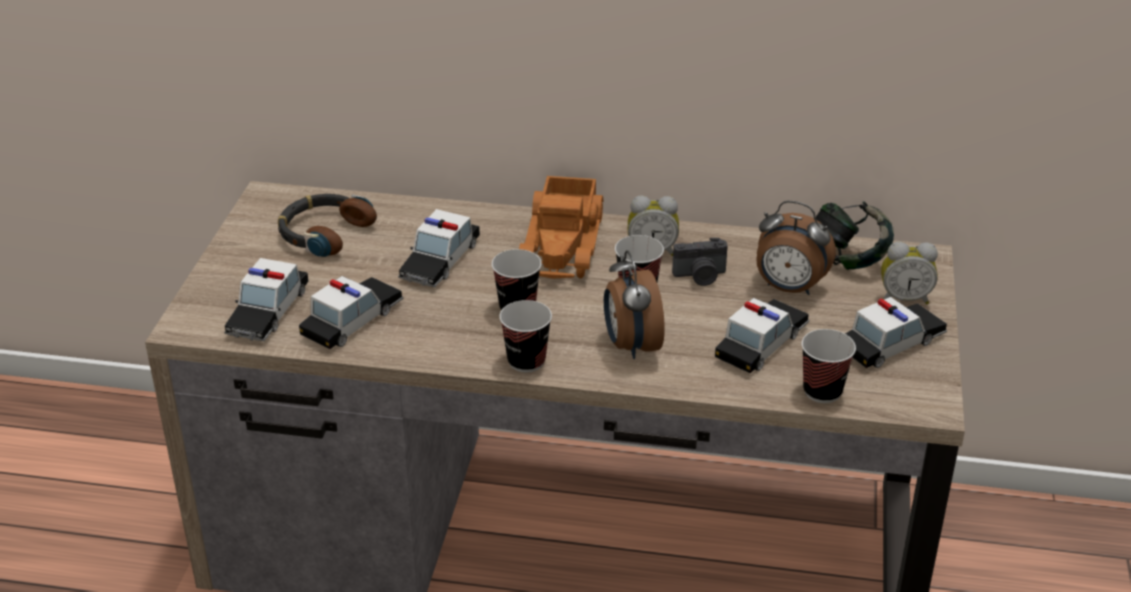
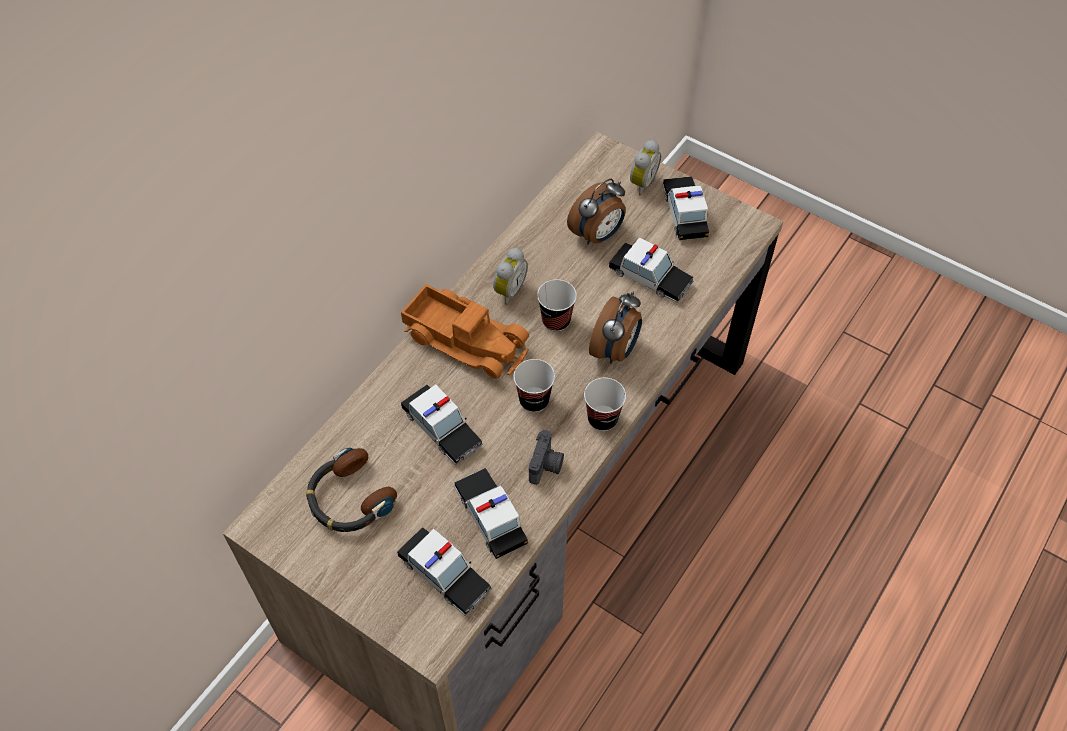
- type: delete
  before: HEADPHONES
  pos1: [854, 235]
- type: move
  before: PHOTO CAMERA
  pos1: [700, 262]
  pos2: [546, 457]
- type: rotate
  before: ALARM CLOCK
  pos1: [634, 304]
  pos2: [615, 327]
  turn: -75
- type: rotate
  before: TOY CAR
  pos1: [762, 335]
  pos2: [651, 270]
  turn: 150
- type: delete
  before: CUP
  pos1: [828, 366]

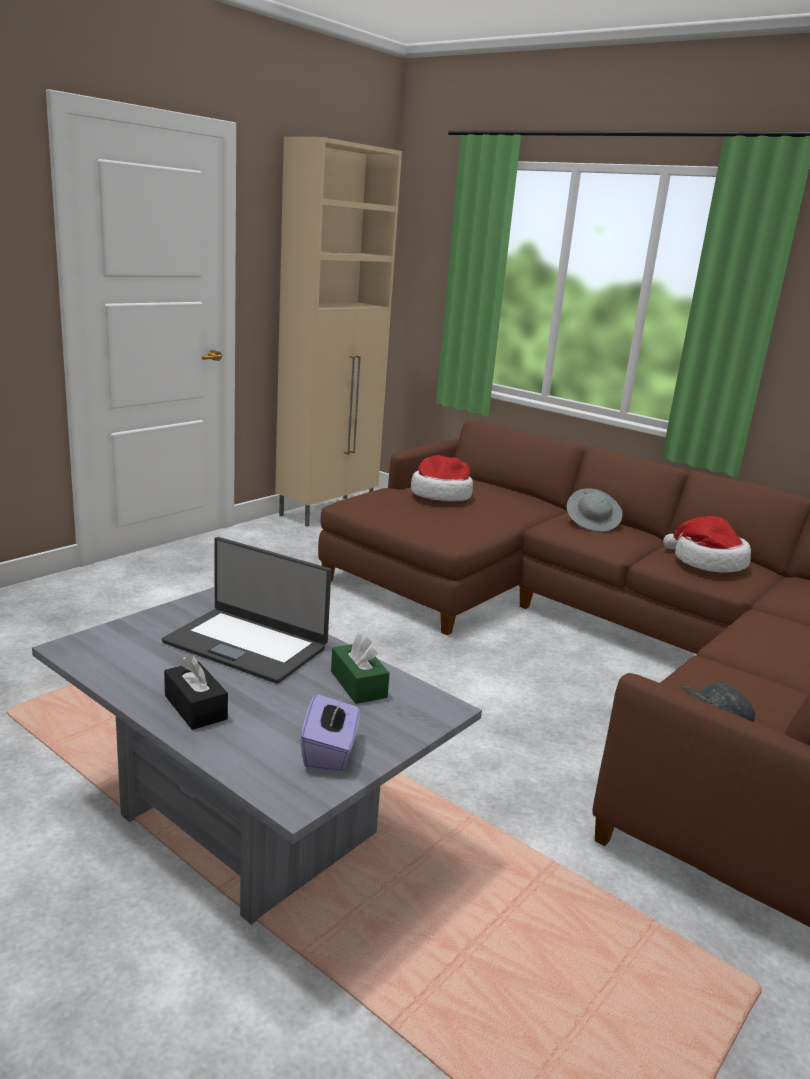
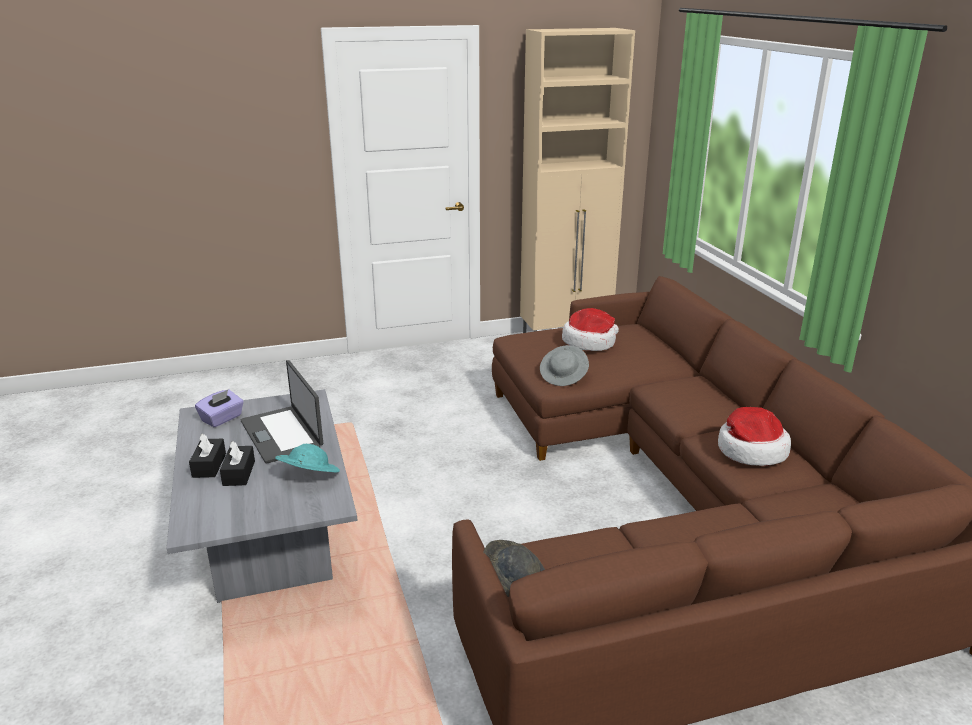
- type: move
  before: GREY HAT
  pos1: [595, 510]
  pos2: [564, 365]
- type: replace
  before: GREEN TISSUE BOX
  after: TURQUOISE HAT
  pos1: [360, 668]
  pos2: [307, 458]
- type: move
  before: PURPLE TISSUE BOX
  pos1: [330, 733]
  pos2: [219, 408]
- type: insert
  after: BLACK TISSUE BOX
  pos2: [237, 463]

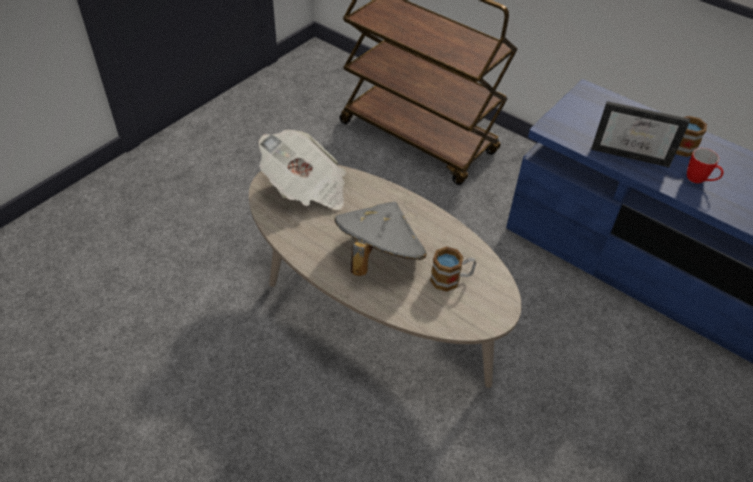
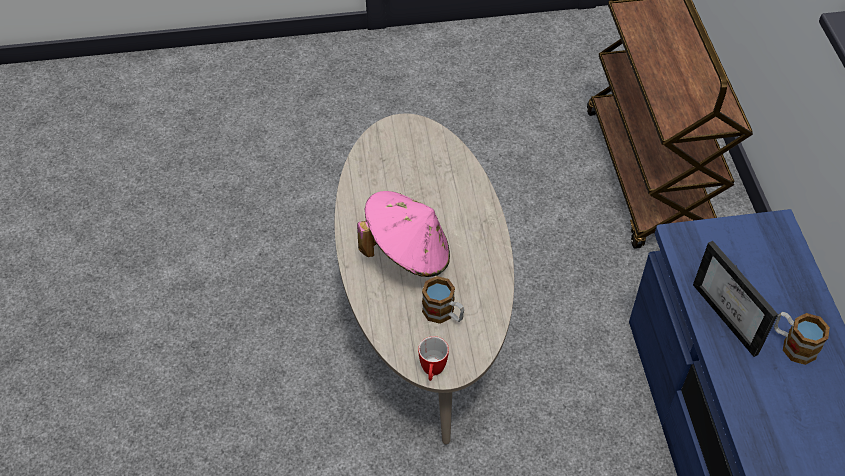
- type: delete
  before: NEWSPAPER
  pos1: [302, 170]
- type: move
  before: MUG
  pos1: [705, 165]
  pos2: [433, 358]
- type: recolor
  before: GREY HAT
  after: PINK HAT
  pos1: [380, 238]
  pos2: [403, 234]

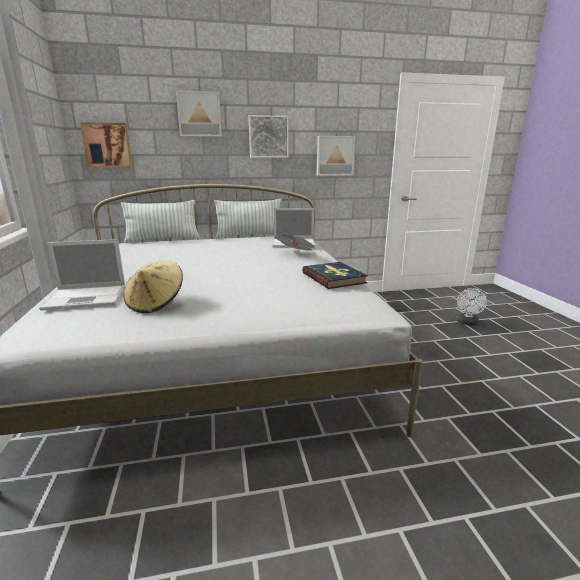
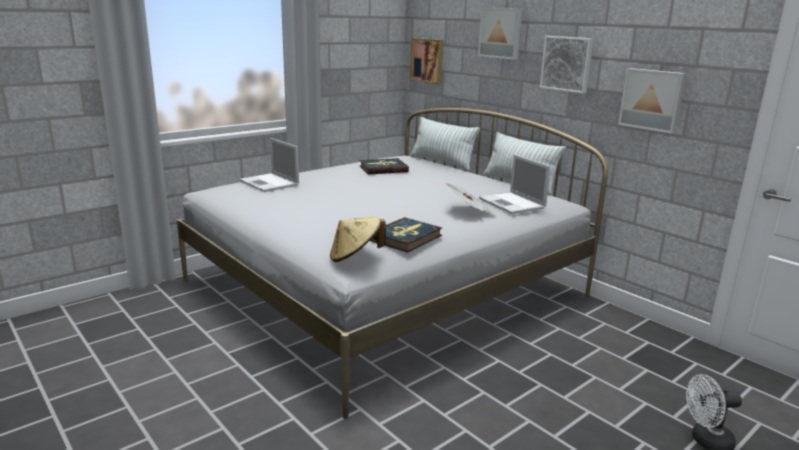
- type: move
  before: BEIGE HAT
  pos1: [153, 286]
  pos2: [358, 239]
- type: insert
  after: BOOK
  pos2: [384, 166]

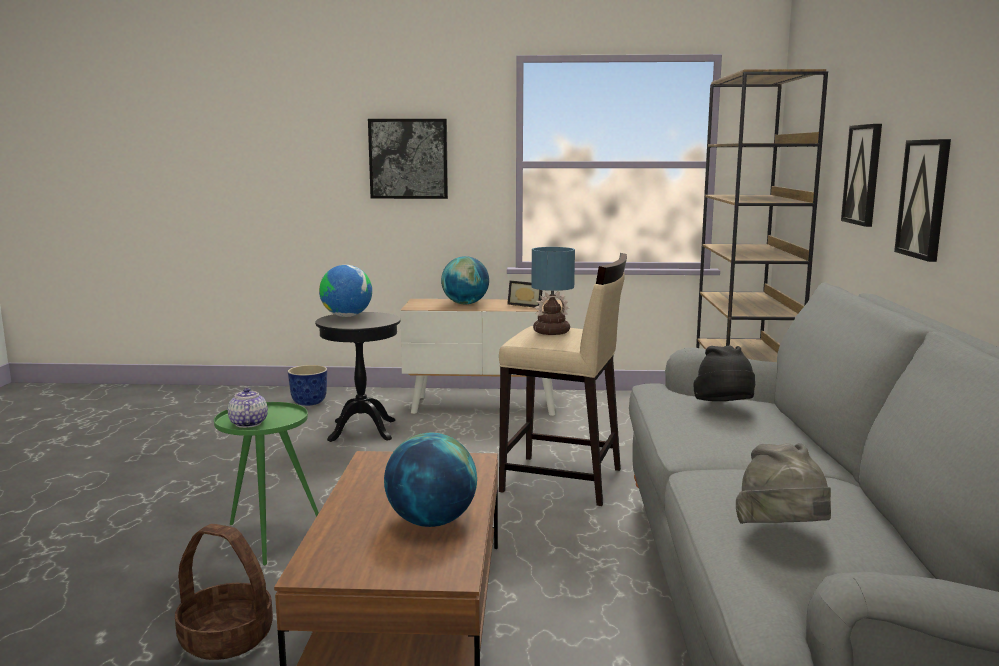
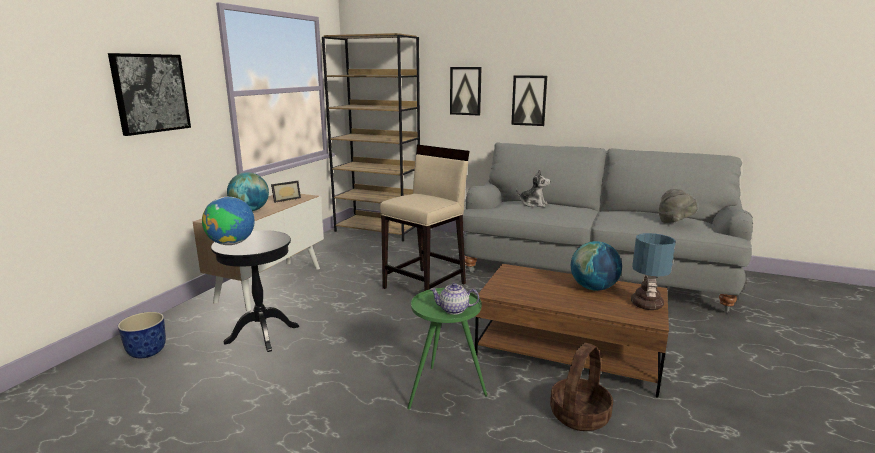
- type: move
  before: TABLE LAMP
  pos1: [553, 291]
  pos2: [653, 271]
- type: replace
  before: BLACK HAT
  after: PLUSH TOY
  pos1: [724, 373]
  pos2: [533, 188]

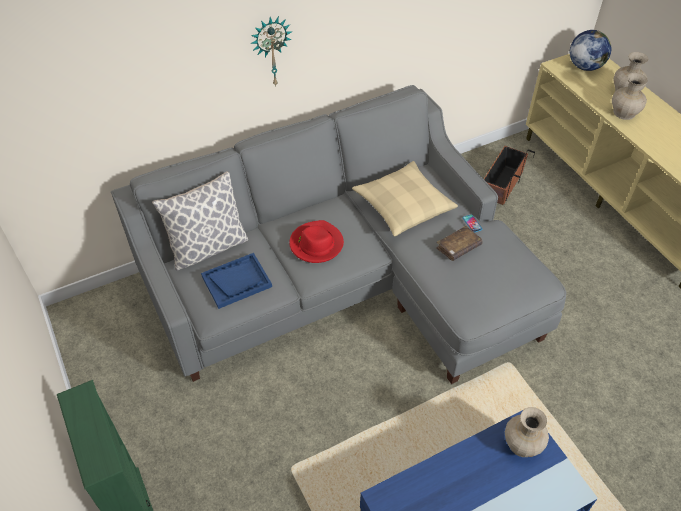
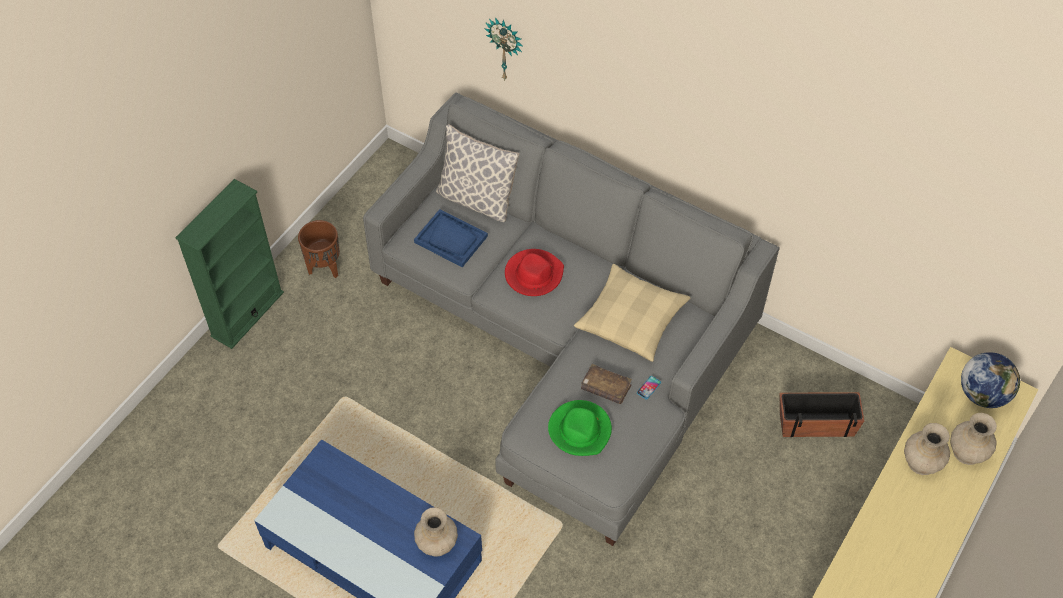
- type: move
  before: WALL CLOCK
  pos1: [271, 51]
  pos2: [503, 49]
- type: insert
  after: BROWN PLANTER
  pos2: [319, 249]
- type: insert
  after: GREEN HAT
  pos2: [580, 428]

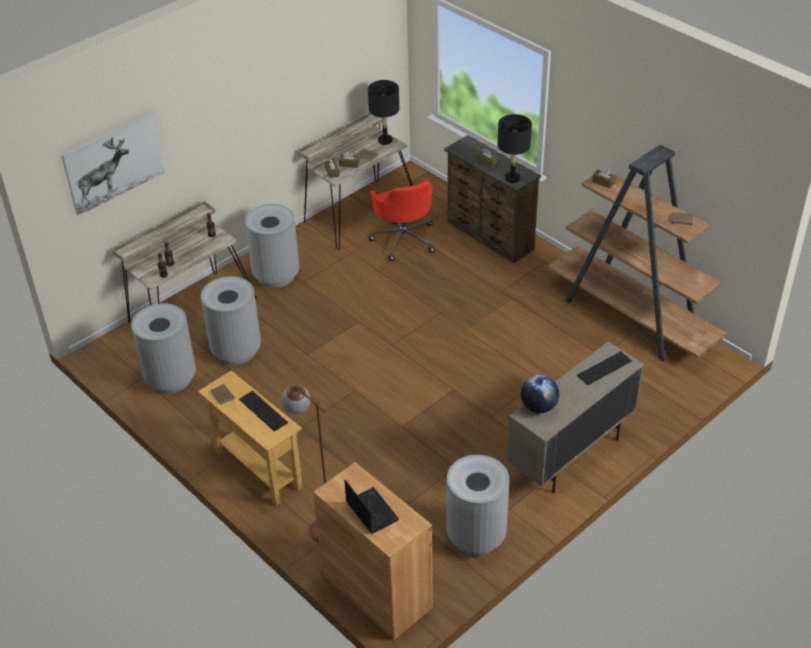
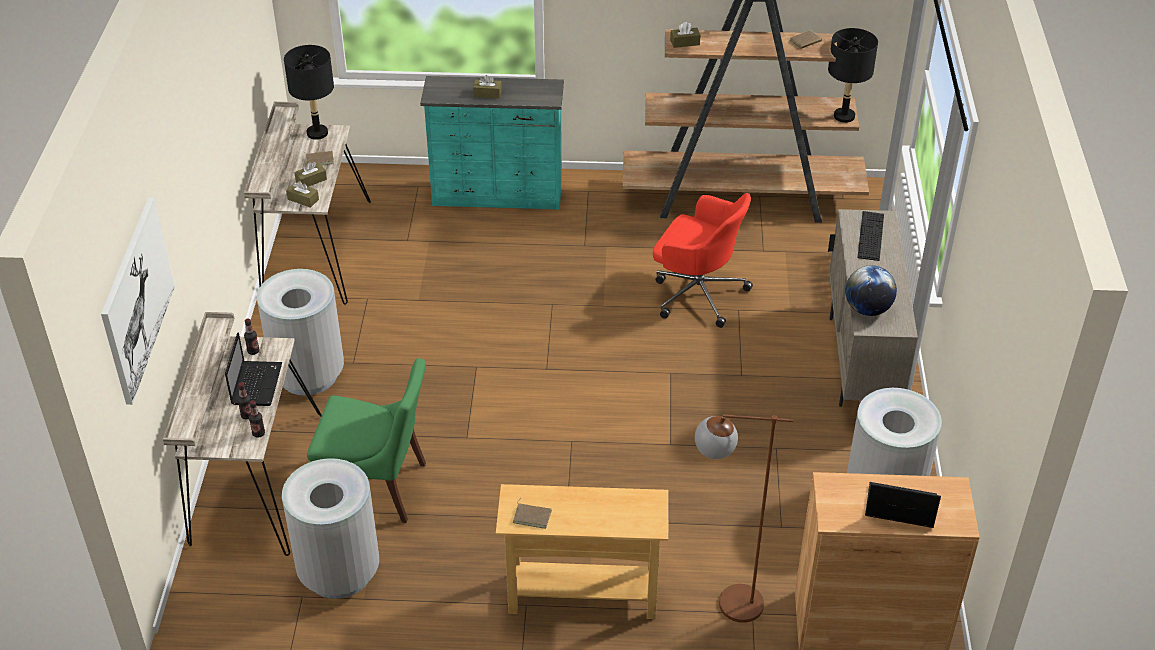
- type: move
  before: BLACK TABLE LAMP
  pos1: [515, 148]
  pos2: [853, 75]
- type: recolor
  before: BROWN DRESSER
  after: TURQUOISE DRESSER
  pos1: [492, 199]
  pos2: [492, 143]
- type: move
  before: RED OFFICE CHAIR
  pos1: [402, 220]
  pos2: [703, 260]
- type: replace
  before: GREY TRASH CAN
  after: GREEN CHAIR
  pos1: [231, 320]
  pos2: [366, 440]
- type: delete
  before: KEYBOARD
  pos1: [263, 411]
- type: insert
  after: LAPTOP
  pos2: [253, 369]

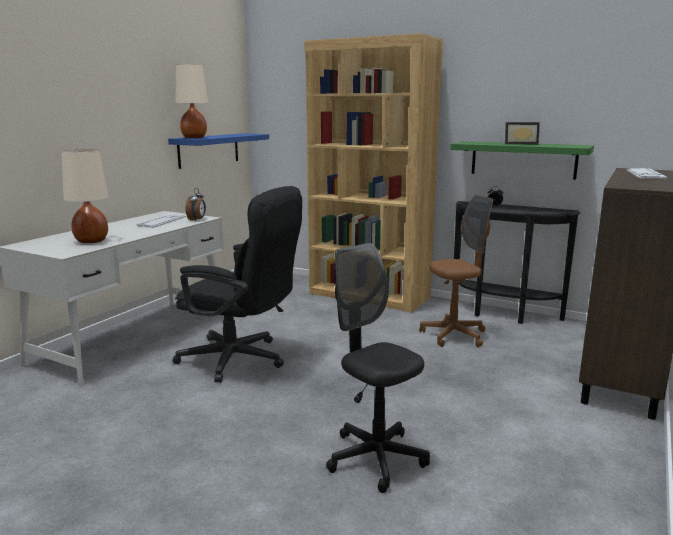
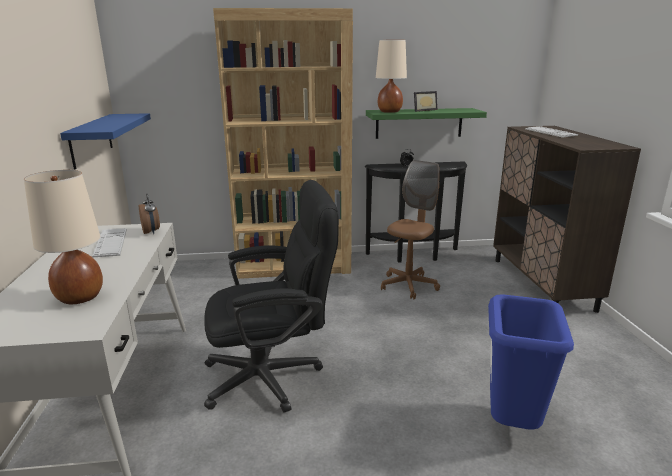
- type: move
  before: BEIGE TABLE LAMP
  pos1: [192, 101]
  pos2: [391, 76]
- type: replace
  before: BLACK OFFICE CHAIR
  after: BLUE TRASH CAN
  pos1: [378, 368]
  pos2: [531, 362]

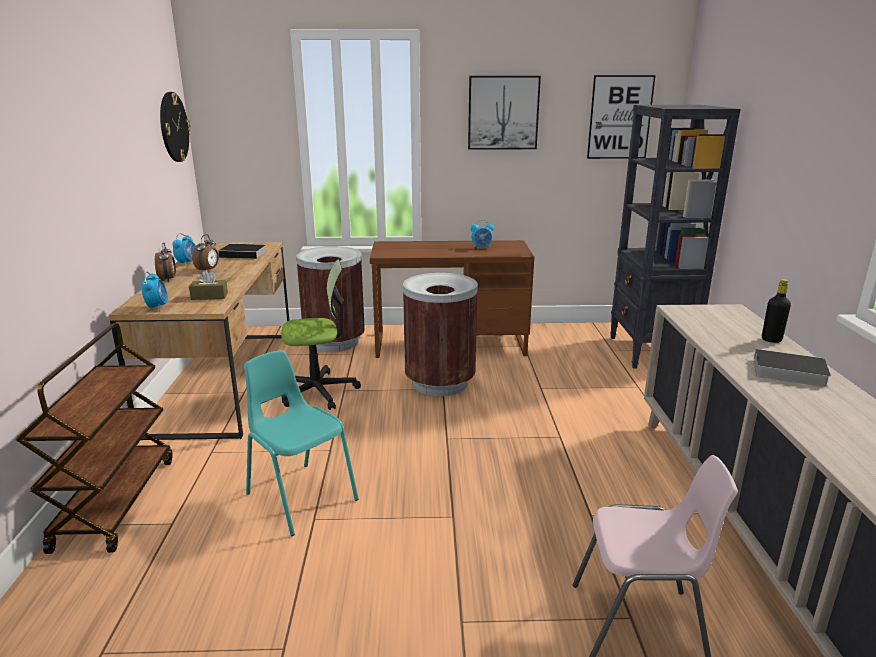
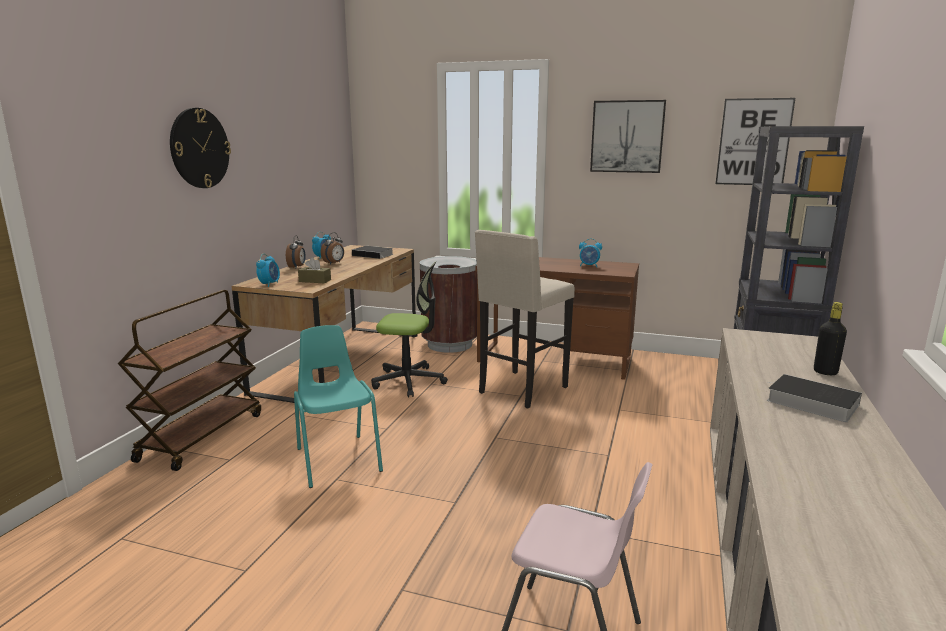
- type: move
  before: WALL CLOCK
  pos1: [175, 127]
  pos2: [200, 148]
- type: replace
  before: BROWN TRASH CAN
  after: BEIGE STOOL
  pos1: [440, 334]
  pos2: [525, 319]

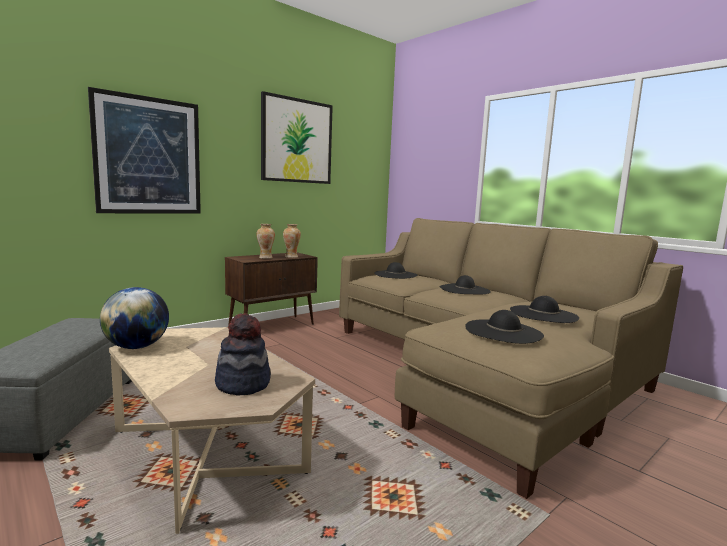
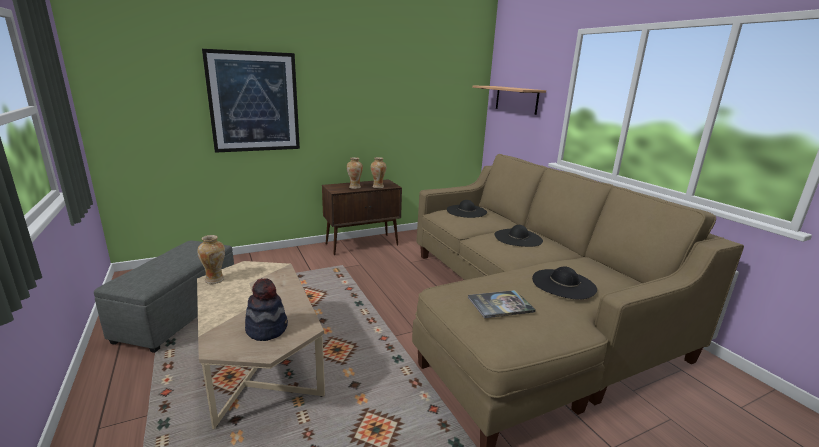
- type: delete
  before: PICTURE
  pos1: [297, 137]
- type: replace
  before: GLOBE
  after: VASE
  pos1: [134, 318]
  pos2: [211, 259]
- type: replace
  before: BLACK HAT
  after: BOOK
  pos1: [504, 327]
  pos2: [502, 304]
- type: insert
  after: SHELF
  pos2: [509, 100]

